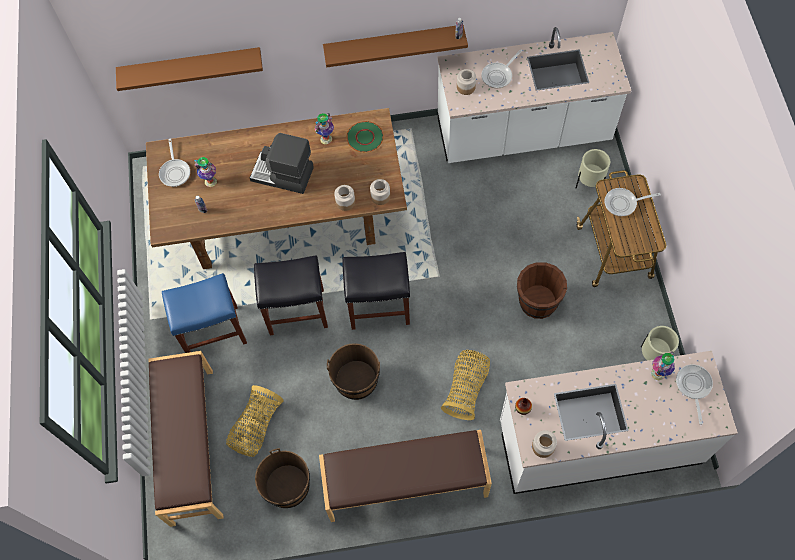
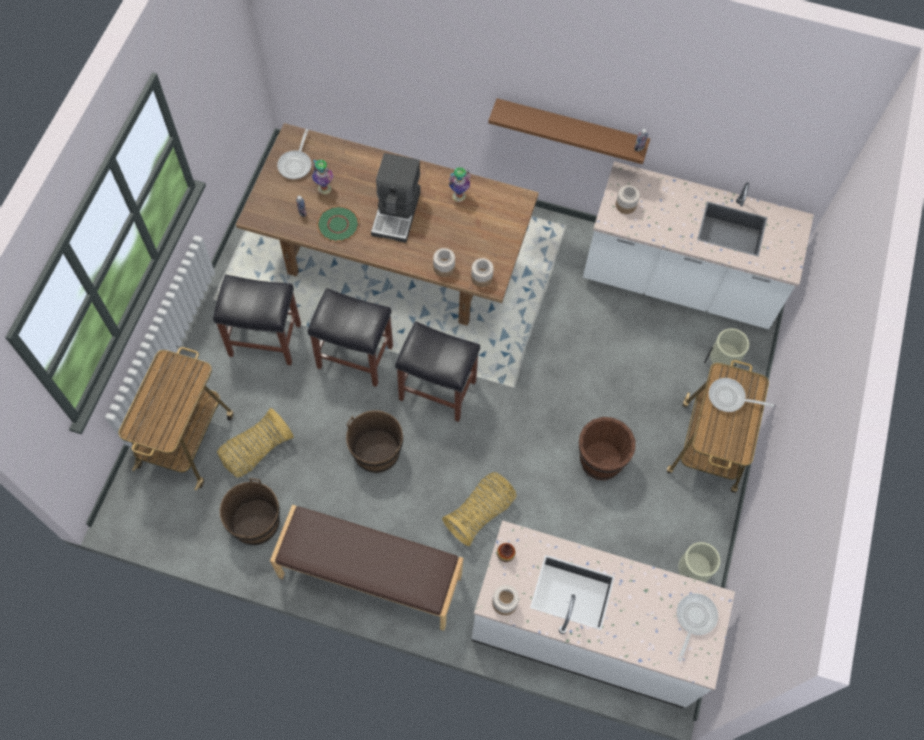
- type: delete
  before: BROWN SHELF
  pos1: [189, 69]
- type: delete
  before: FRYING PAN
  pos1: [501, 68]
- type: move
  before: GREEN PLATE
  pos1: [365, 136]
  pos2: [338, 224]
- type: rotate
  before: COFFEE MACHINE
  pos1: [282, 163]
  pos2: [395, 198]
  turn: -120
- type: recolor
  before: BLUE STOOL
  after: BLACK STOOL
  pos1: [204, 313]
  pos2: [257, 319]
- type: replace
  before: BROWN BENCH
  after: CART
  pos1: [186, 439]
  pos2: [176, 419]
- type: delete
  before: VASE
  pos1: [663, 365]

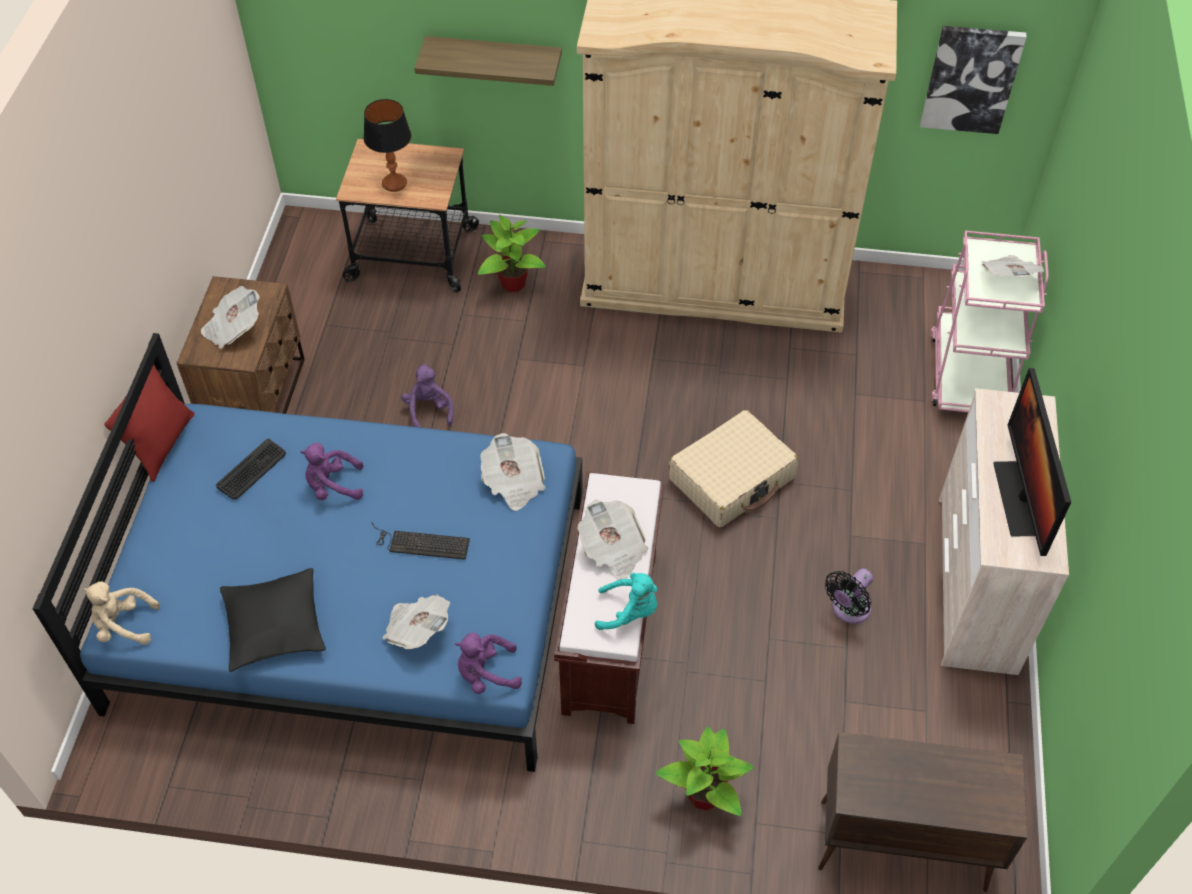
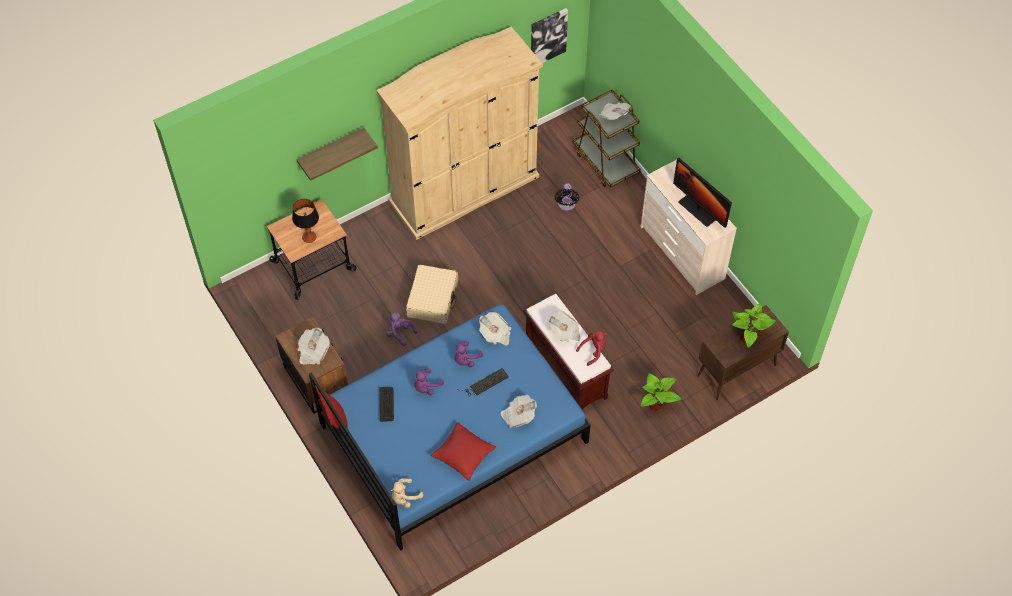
- type: move
  before: POTTED PLANT
  pos1: [512, 253]
  pos2: [754, 325]
- type: recolor
  before: PINK CART
  after: BROWN CART
  pos1: [990, 321]
  pos2: [607, 138]
- type: move
  before: BEIGE SUITCASE
  pos1: [733, 469]
  pos2: [432, 294]
- type: recolor
  before: BLACK PILLOW
  after: RED PILLOW
  pos1: [273, 620]
  pos2: [463, 451]
- type: move
  before: BLACK FAN
  pos1: [849, 596]
  pos2: [567, 197]
- type: recolor
  before: TURQUOISE PLUSH TOY
  after: RED PLUSH TOY
  pos1: [626, 601]
  pos2: [591, 348]
- type: move
  before: PURPLE PLUSH TOY
  pos1: [488, 663]
  pos2: [468, 354]

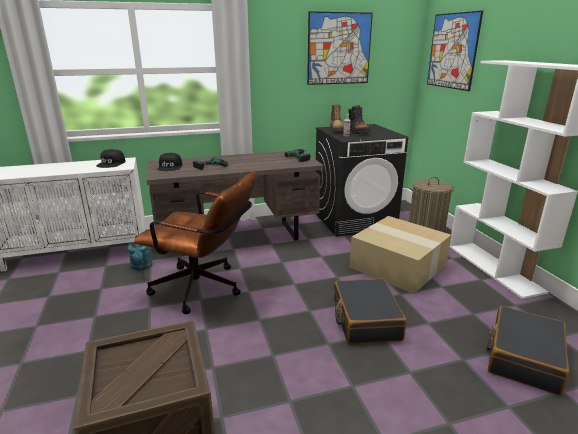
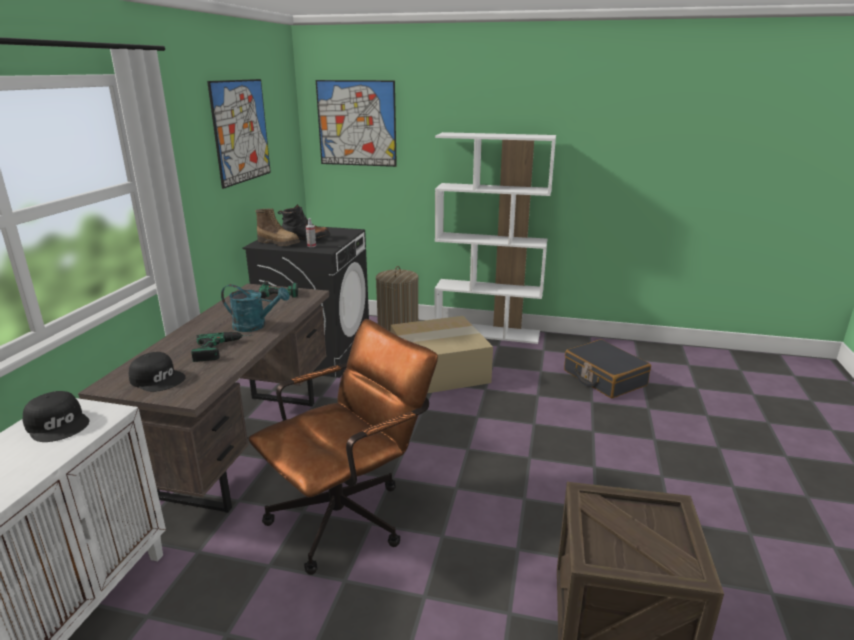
- type: move
  before: TURQUOISE WATERING CAN
  pos1: [140, 252]
  pos2: [255, 308]
- type: delete
  before: BLACK SUITCASE
  pos1: [370, 311]

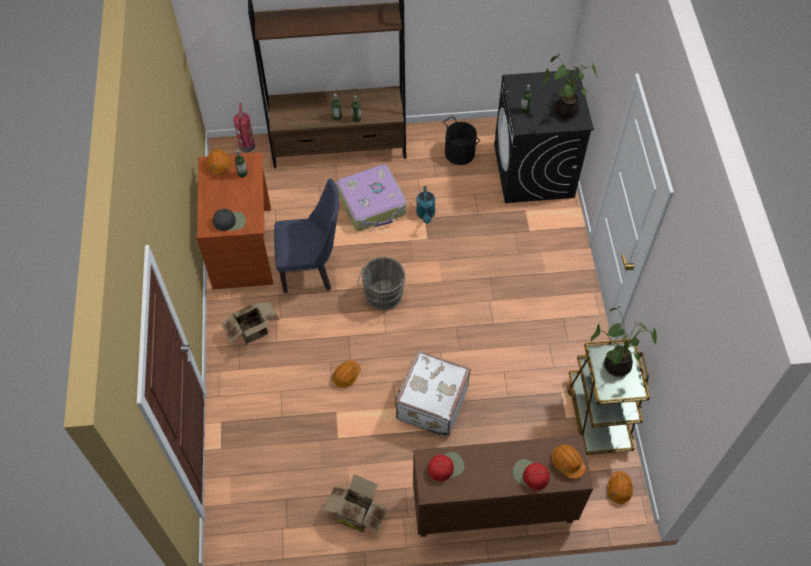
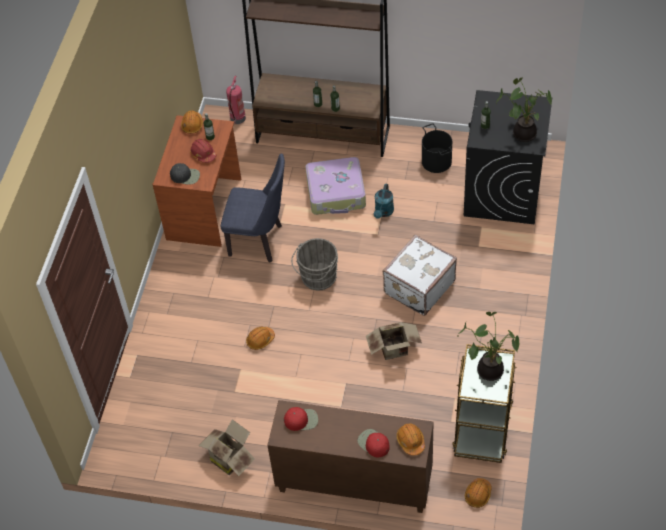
- type: move
  before: CARDBOARD BOX
  pos1: [250, 323]
  pos2: [394, 341]
- type: move
  before: WHITE SUITCASE
  pos1: [433, 393]
  pos2: [420, 275]
- type: insert
  after: RED HARD HAT
  pos2: [203, 151]

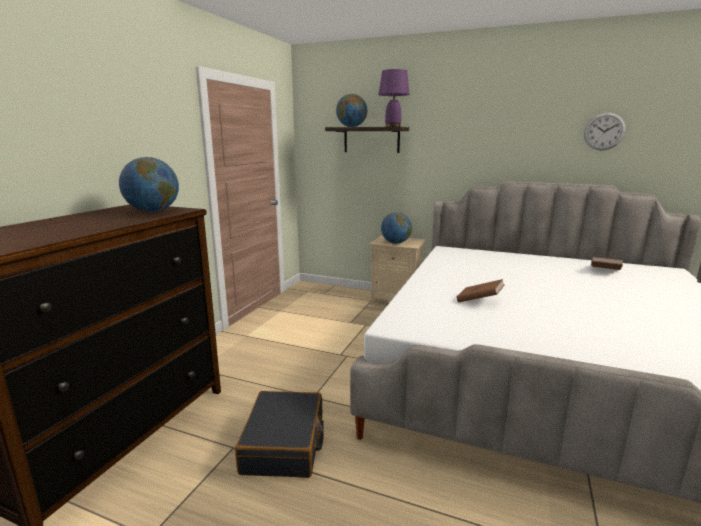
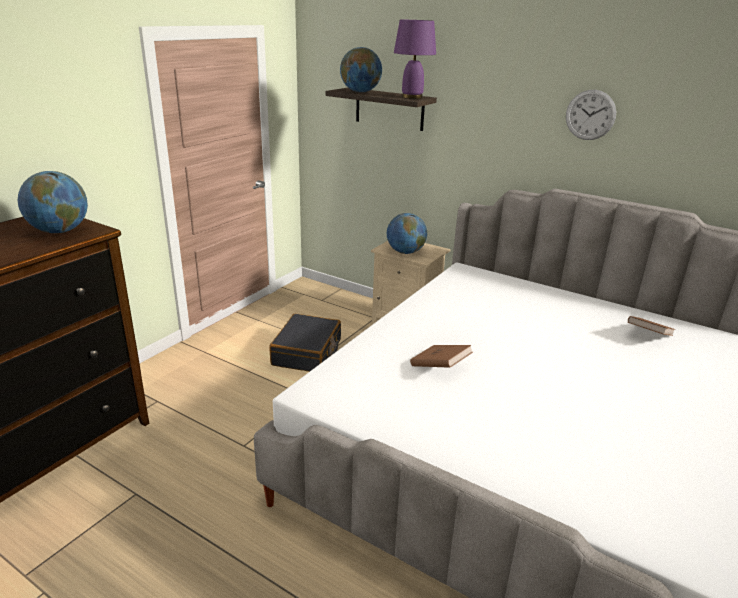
- type: move
  before: WALL CLOCK
  pos1: [605, 131]
  pos2: [591, 115]
- type: move
  before: BLACK SUITCASE
  pos1: [279, 434]
  pos2: [305, 343]

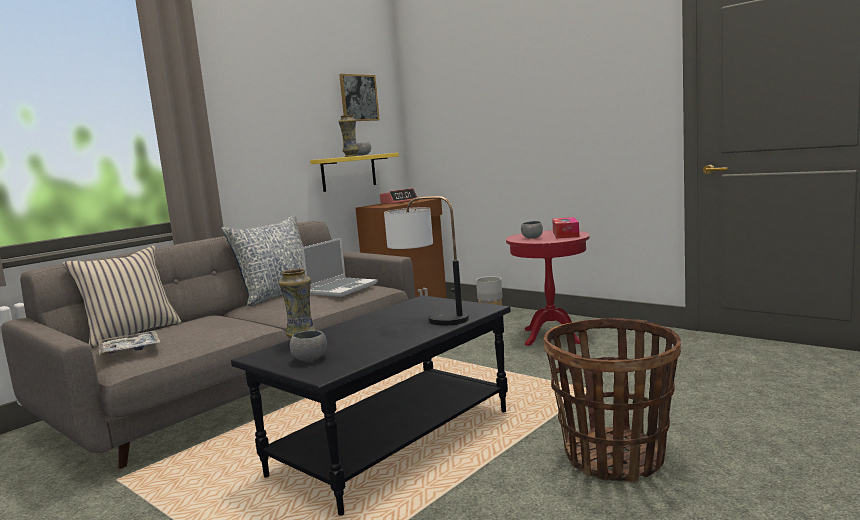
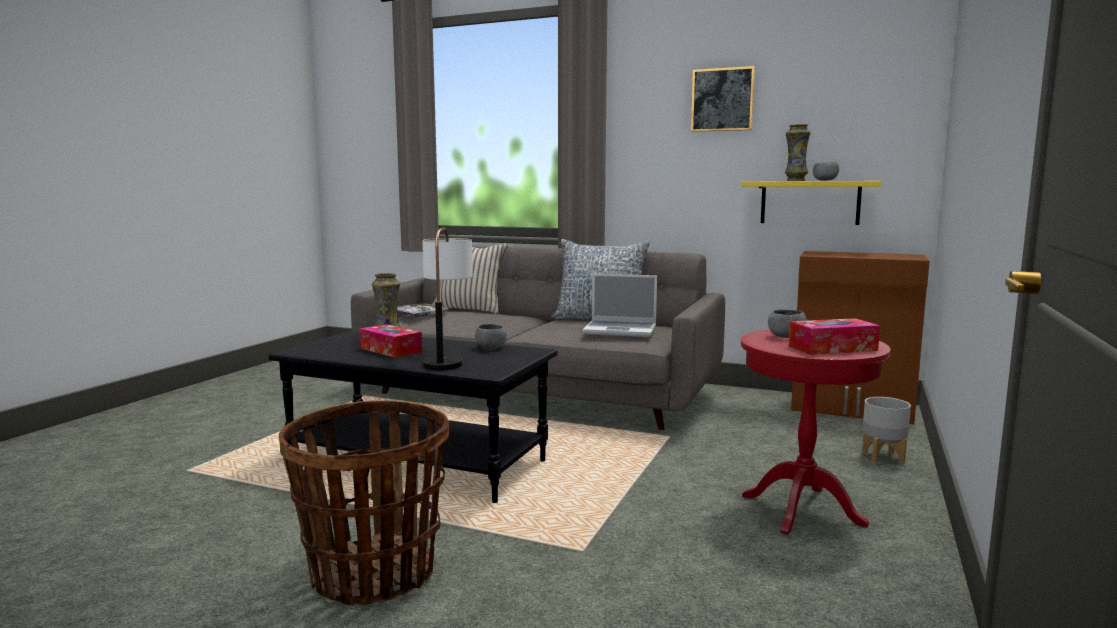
- type: move
  before: PICTURE
  pos1: [359, 97]
  pos2: [723, 99]
- type: delete
  before: ALARM CLOCK
  pos1: [398, 196]
- type: move
  before: GREY BOWL
  pos1: [308, 345]
  pos2: [491, 336]
- type: insert
  after: TISSUE BOX
  pos2: [391, 341]

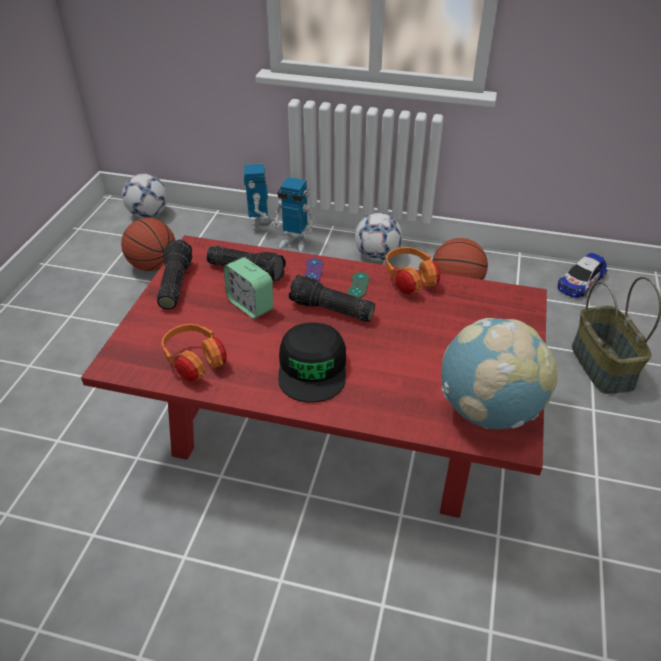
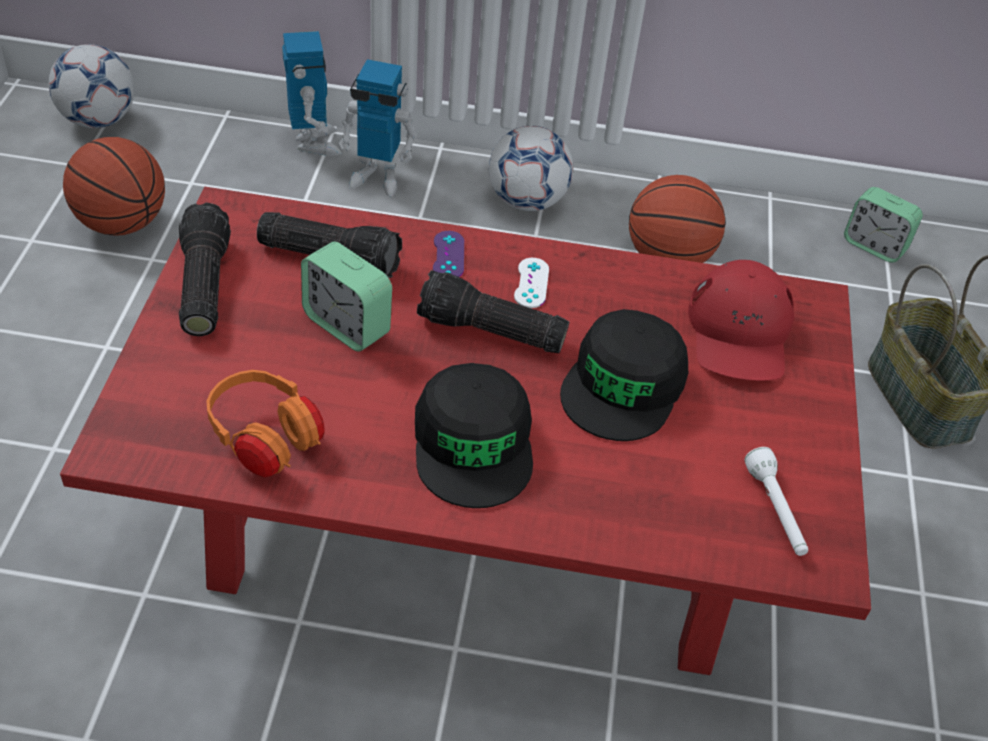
- type: delete
  before: ORANGE HEADPHONES
  pos1: [413, 270]
- type: replace
  before: TOY CAR
  after: ALARM CLOCK
  pos1: [582, 275]
  pos2: [883, 225]
- type: recolor
  before: GREEN GAME CONTROLLER
  after: WHITE GAME CONTROLLER
  pos1: [358, 285]
  pos2: [531, 283]
- type: replace
  before: GLOBE
  after: WHITE FLASHLIGHT
  pos1: [499, 373]
  pos2: [776, 501]
- type: insert
  after: RED CAP
  pos2: [741, 320]
- type: insert
  after: BLACK CAP
  pos2: [624, 375]

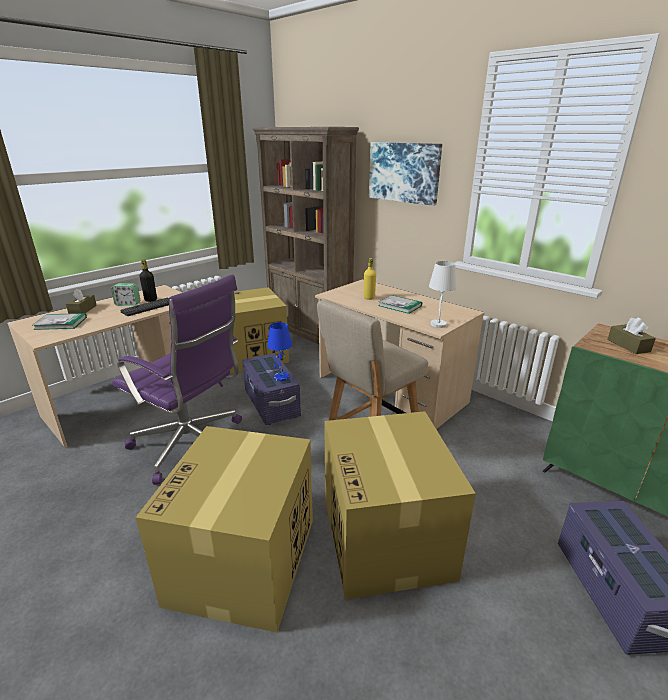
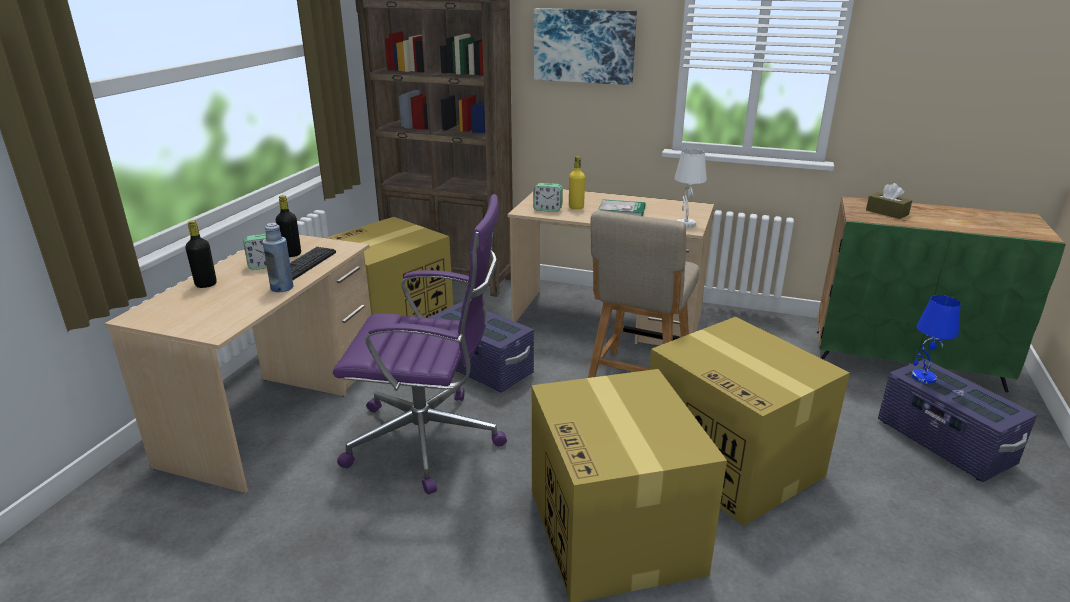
- type: replace
  before: BROWN TISSUE BOX
  after: BLACK BOTTLE
  pos1: [81, 301]
  pos2: [201, 254]
- type: delete
  before: BOOK
  pos1: [60, 321]
- type: move
  before: BLUE TABLE LAMP
  pos1: [279, 351]
  pos2: [936, 339]
- type: insert
  after: ALARM CLOCK
  pos2: [548, 197]
- type: insert
  after: BLUE BOTTLE
  pos2: [278, 257]

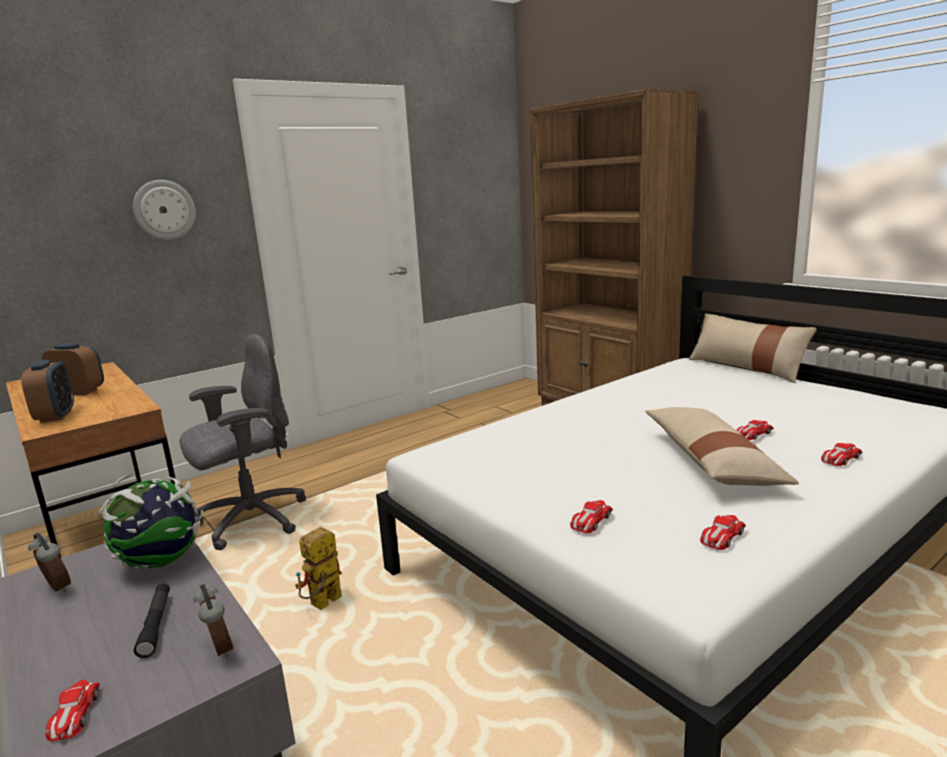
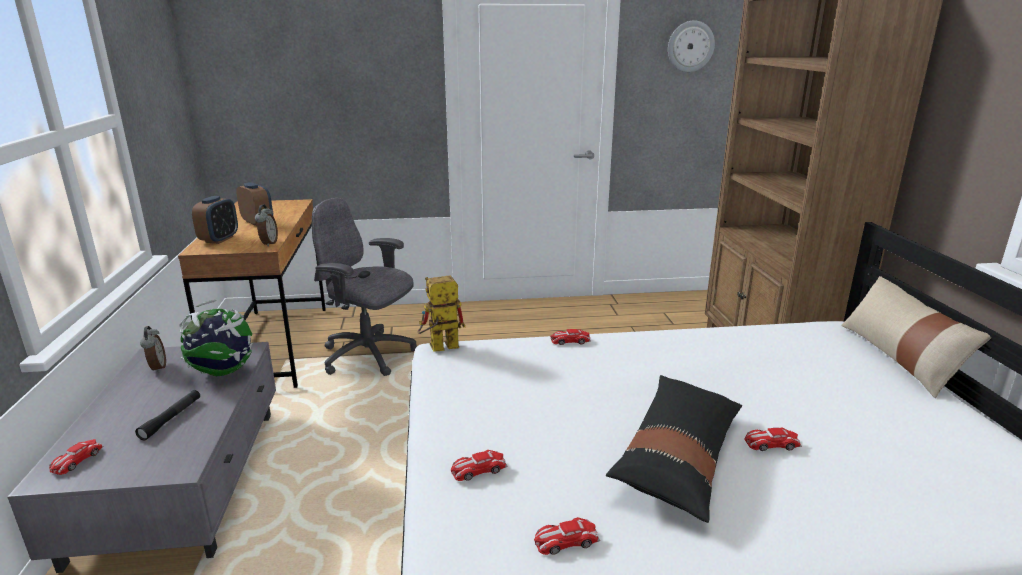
- type: move
  before: WALL CLOCK
  pos1: [164, 210]
  pos2: [691, 46]
- type: rotate
  before: GREY OFFICE CHAIR
  pos1: [242, 442]
  pos2: [364, 287]
  turn: -150
- type: recolor
  before: BEIGE PILLOW
  after: BLACK PILLOW
  pos1: [722, 446]
  pos2: [674, 449]
- type: move
  before: TOY CAR
  pos1: [841, 454]
  pos2: [570, 337]
- type: move
  before: TOY ROBOT
  pos1: [318, 568]
  pos2: [441, 313]
- type: move
  before: ALARM CLOCK
  pos1: [214, 621]
  pos2: [266, 225]

